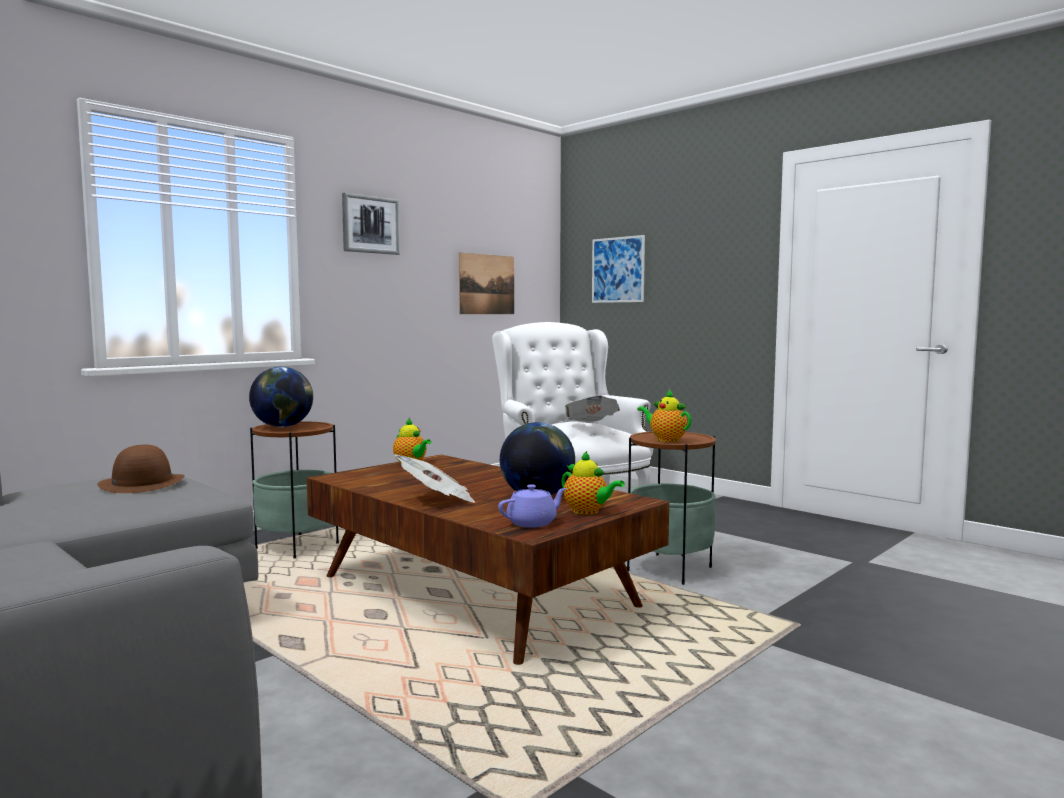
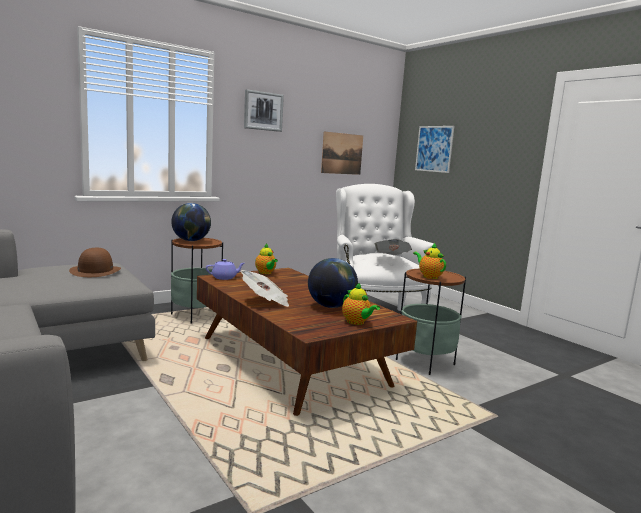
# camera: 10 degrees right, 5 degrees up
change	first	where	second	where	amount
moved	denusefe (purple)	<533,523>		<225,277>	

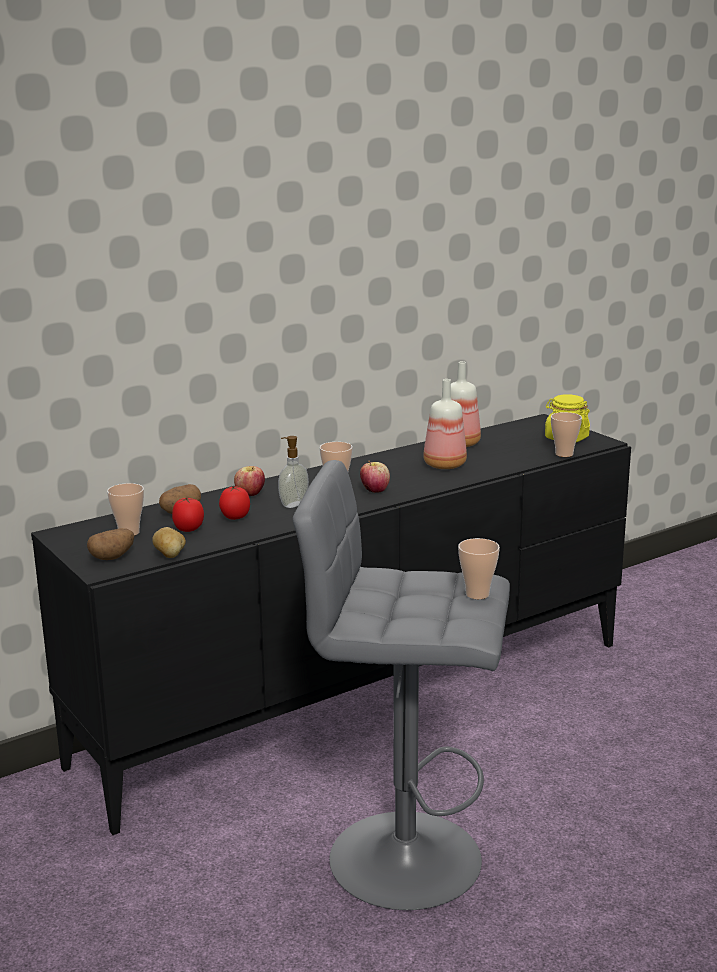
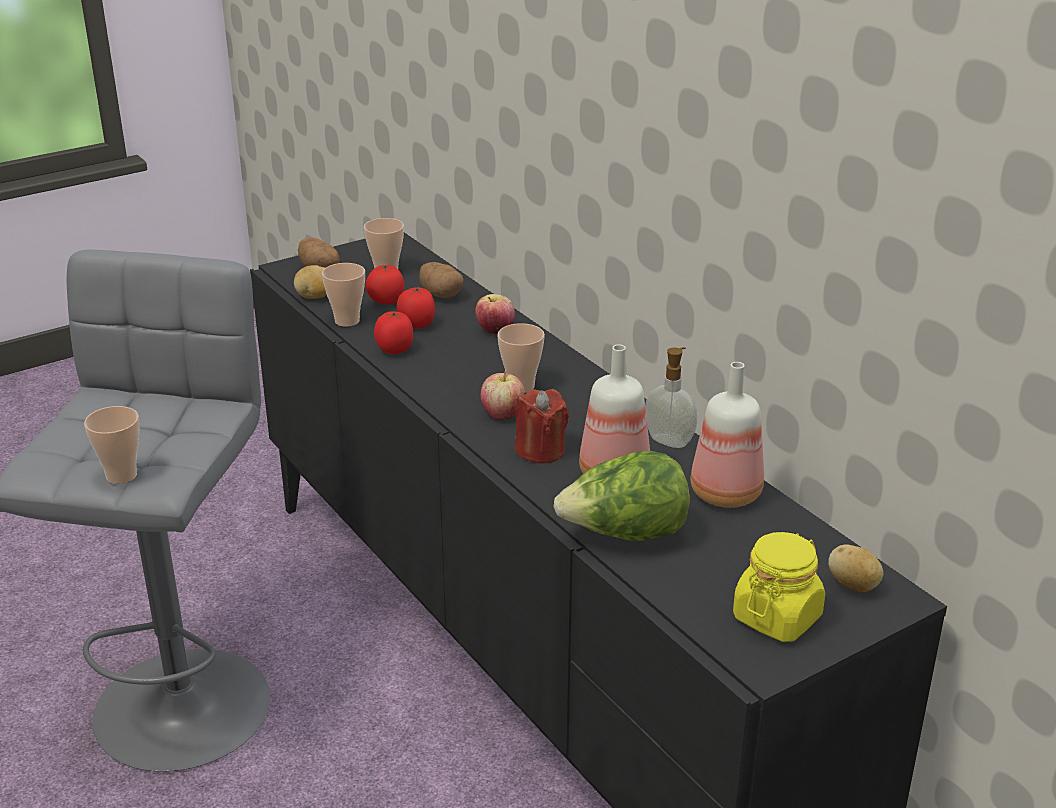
# camera: 90 degrees right, 10 degrees up
change	first	where	second	where	amount
moved	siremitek	<293,504>		<670,440>	
moved	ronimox	<564,454>		<347,321>	
added			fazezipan	<395,350>	
added			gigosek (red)	<540,451>	
added			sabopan	<625,535>	
added			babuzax	<853,585>	

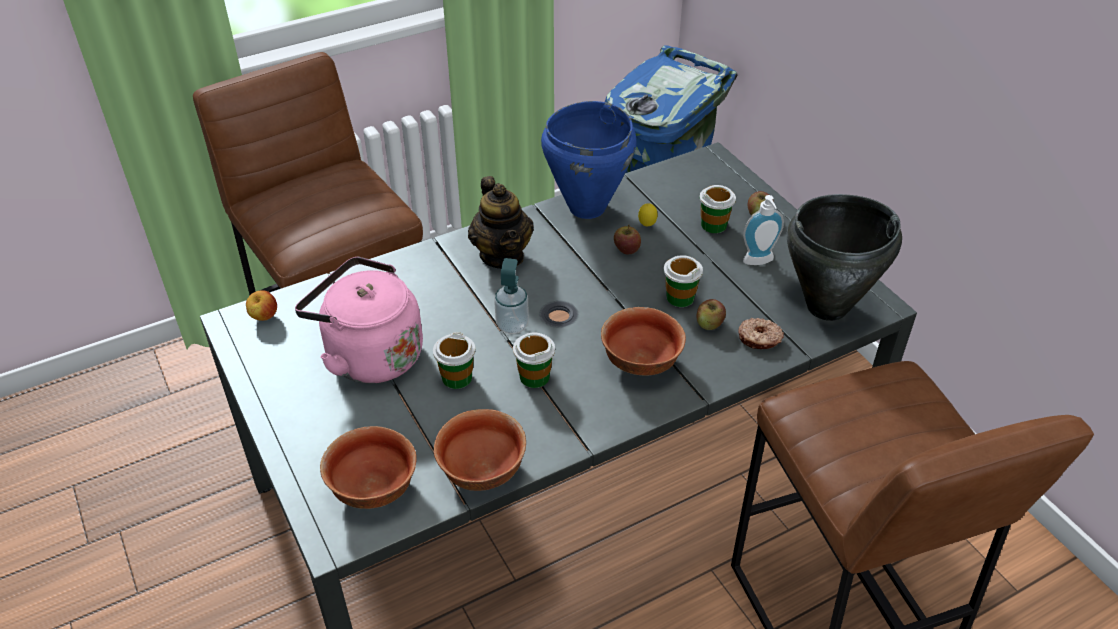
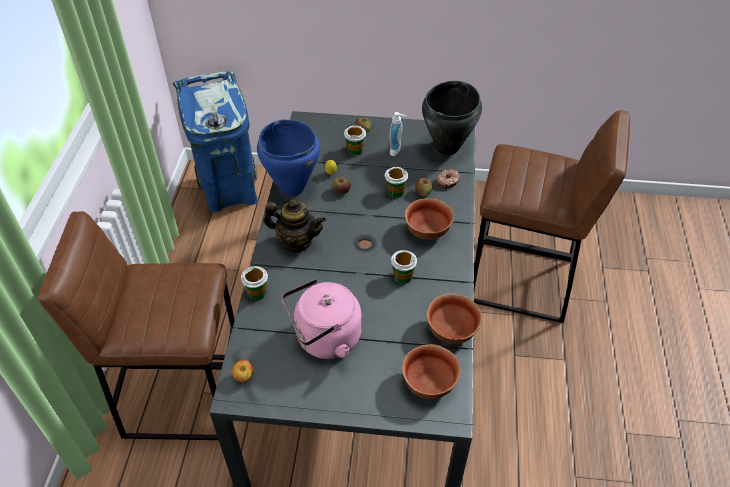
# camera: 55 degrees left, 5 degrees up
change	first	where	second	where	amount
moved	ronimox	<456,378>		<257,292>	
removed	siremitek	<512,325>			

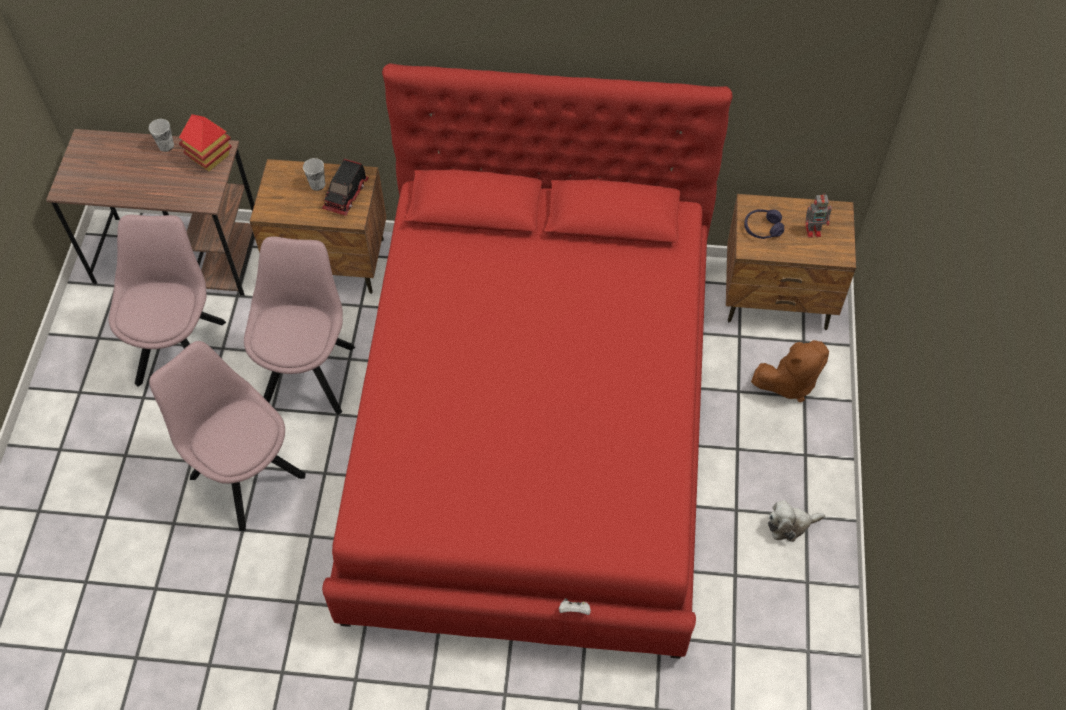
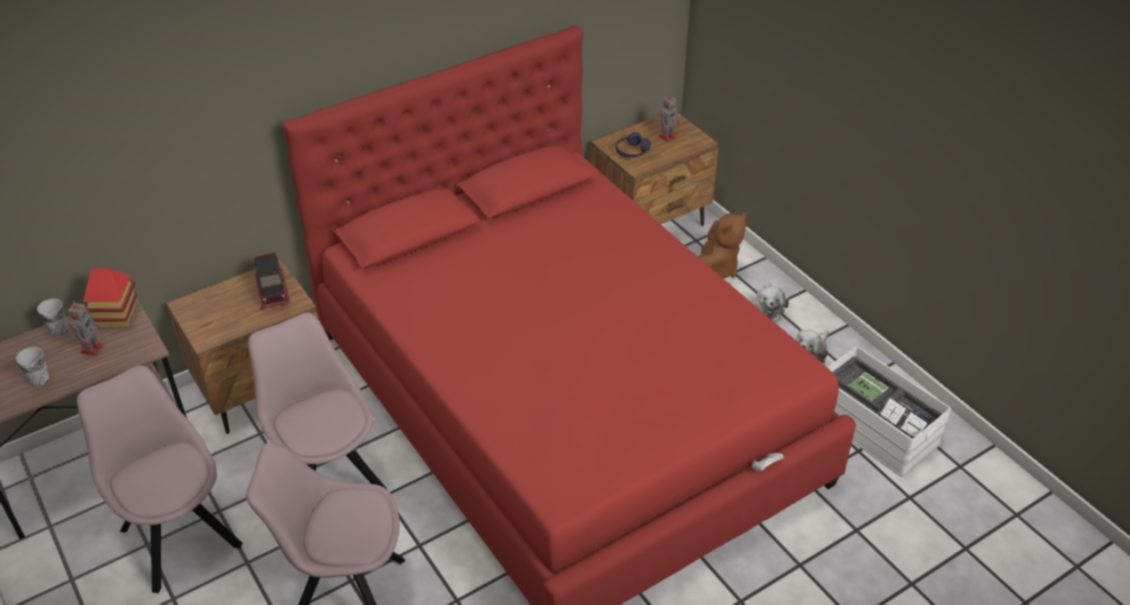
# camera: 40 degrees left, 15 degrees down
change	first	where	second	where	amount
moved	ronimox	<317,184>		<39,379>	
added			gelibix	<92,348>	
added			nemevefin	<768,308>	
added			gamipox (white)	<874,426>	

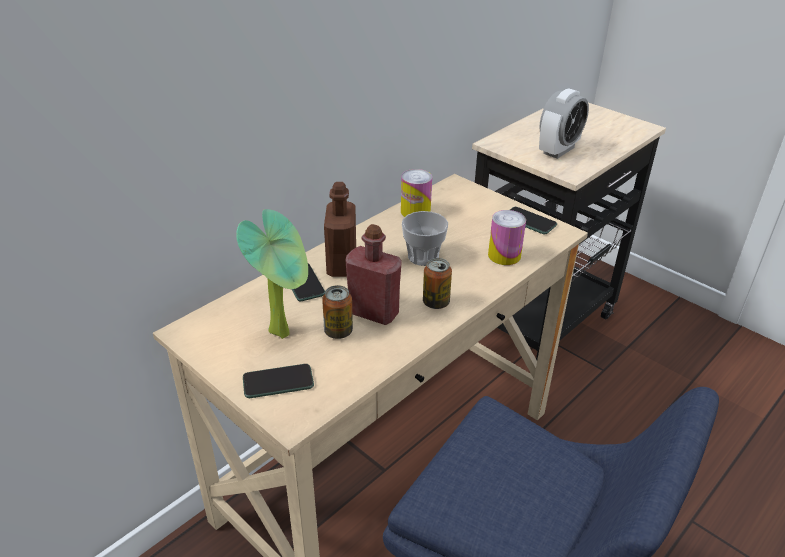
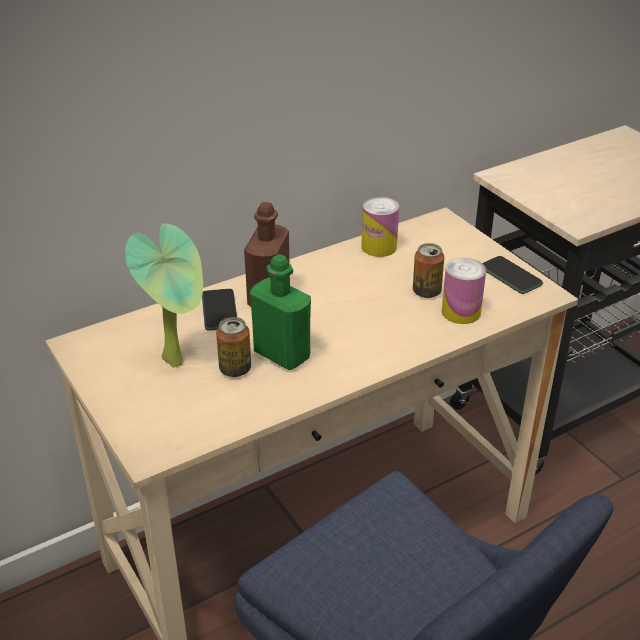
# camera: 15 degrees right, 0 degrees up
change	first	where	second	where	amount
removed	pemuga	<278,382>			
recoloured	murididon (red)	<373,313>	murididon (green)	<282,355>	
removed	ronimox	<423,257>			
moved	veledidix	<436,302>		<426,292>	
removed	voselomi	<558,150>			

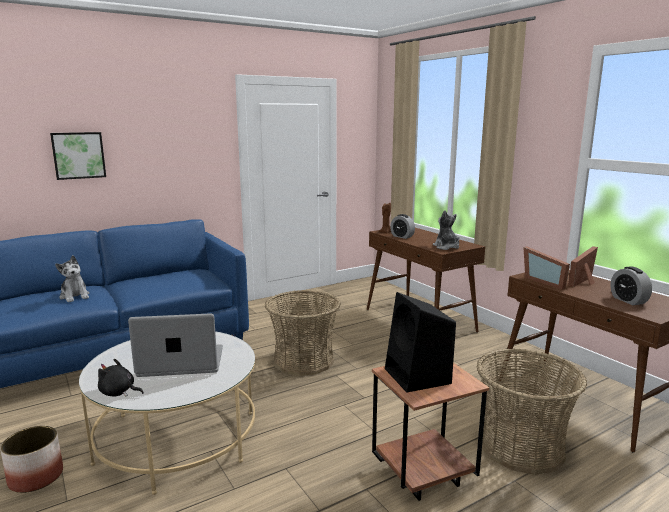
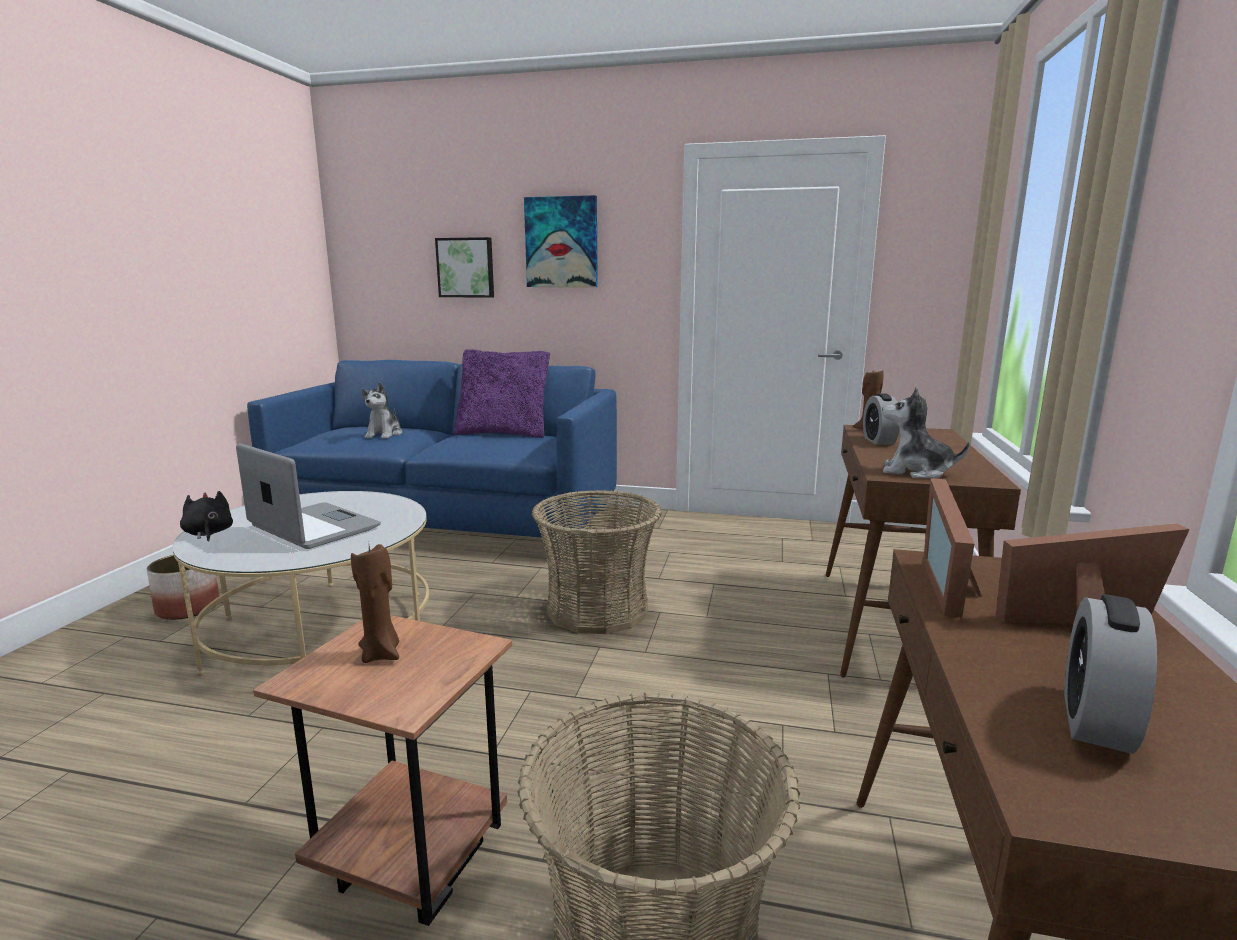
# camera: 45 degrees right, 0 degrees up
change	first	where	second	where	amount
replaced	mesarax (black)	<418,377>	gigosek (brown)	<381,654>	
turned	nemevefin	<446,247>		<915,472>	90 degrees counterclockwise
added			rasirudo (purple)	<504,432>	
added			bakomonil	<562,242>	

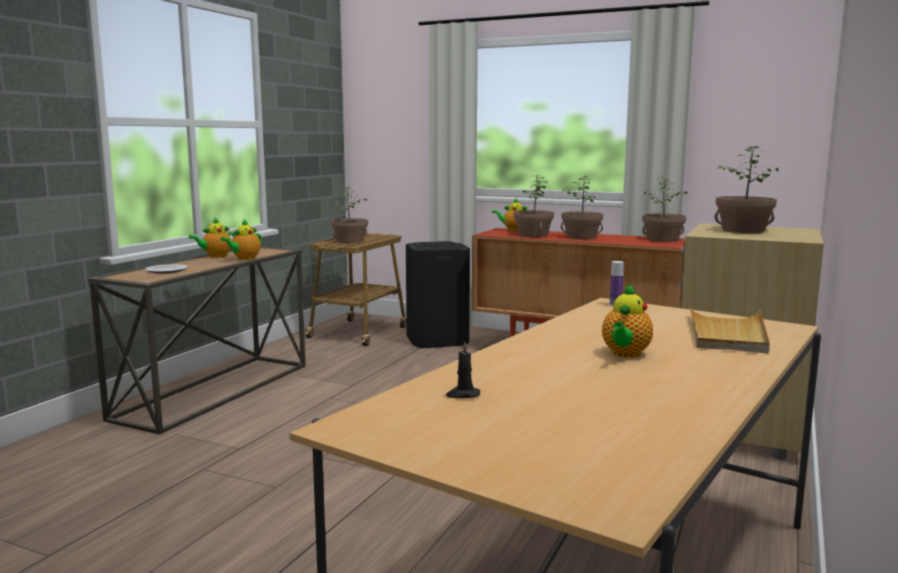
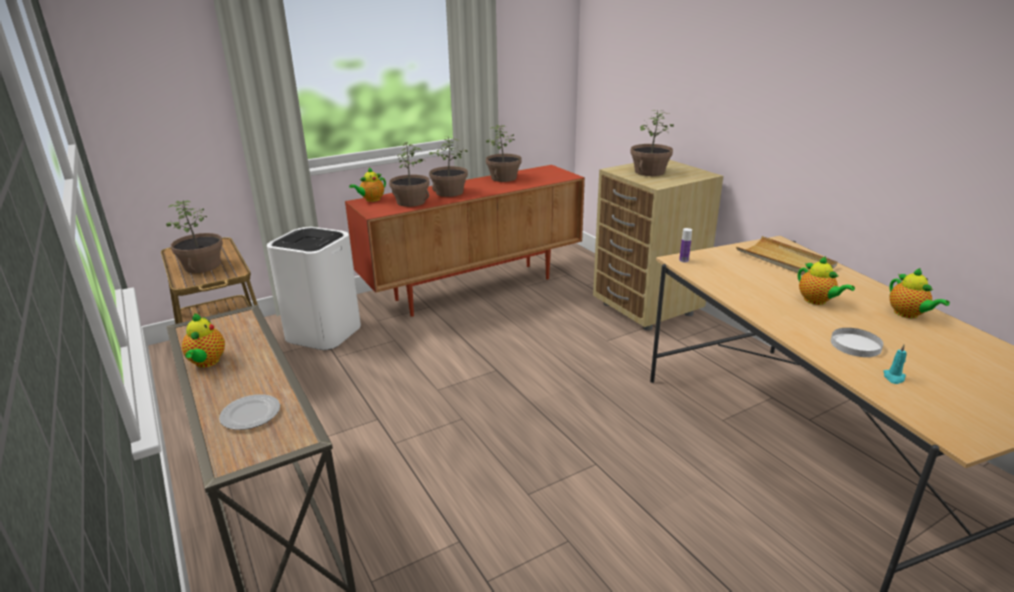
# camera: 55 degrees left, 15 degrees up
change	first	where	second	where	amount
moved	denusefe	<244,258>		<908,314>	
recoloured	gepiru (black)	<437,339>	gepiru (white)	<323,333>	
recoloured	gigosek (black)	<462,395>	gigosek (turquoise)	<894,377>	
added			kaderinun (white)	<856,345>	

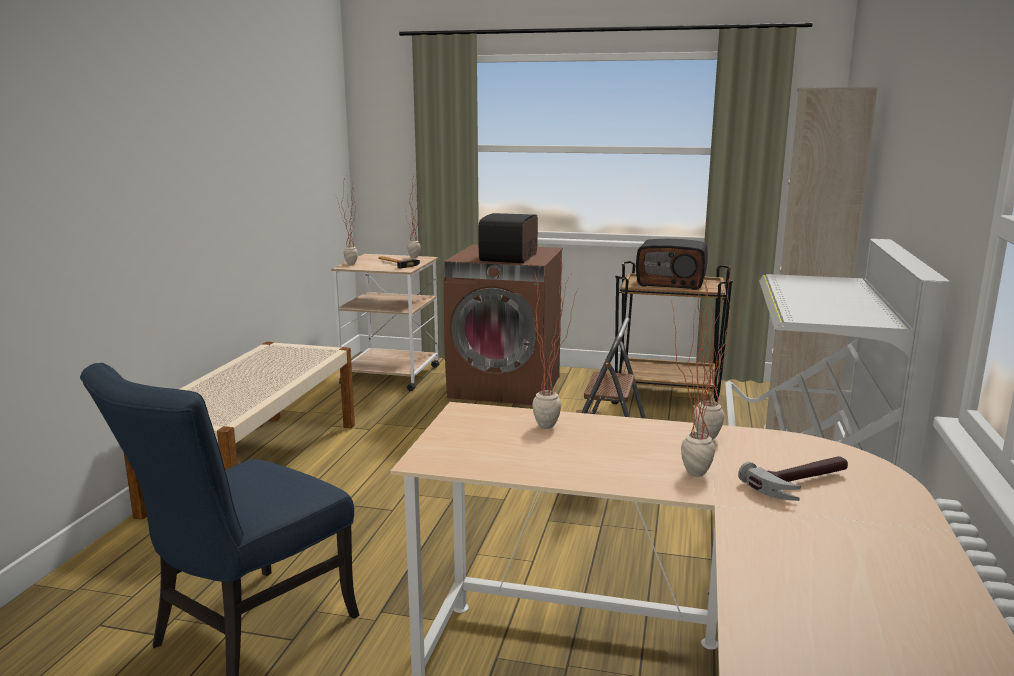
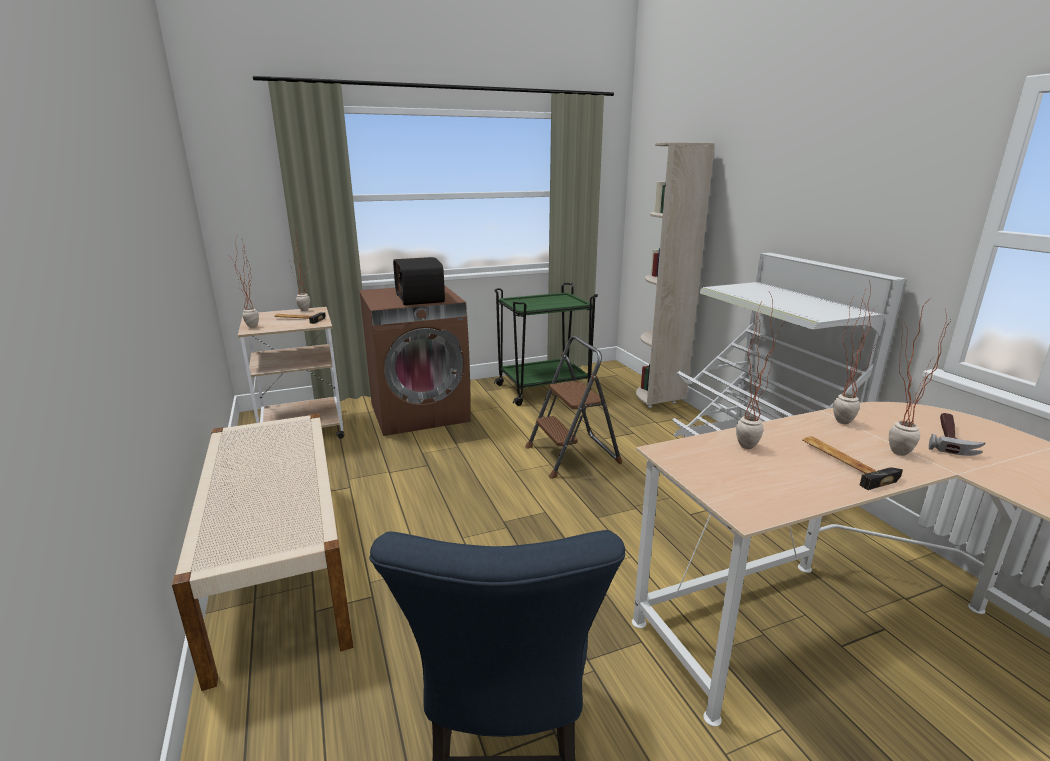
# camera: 35 degrees left, 5 degrees up
change	first	where	second	where	amount
recoloured	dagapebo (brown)	<667,395>	dagapebo (green)	<544,389>	
removed	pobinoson	<671,283>			
added			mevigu	<844,462>	

